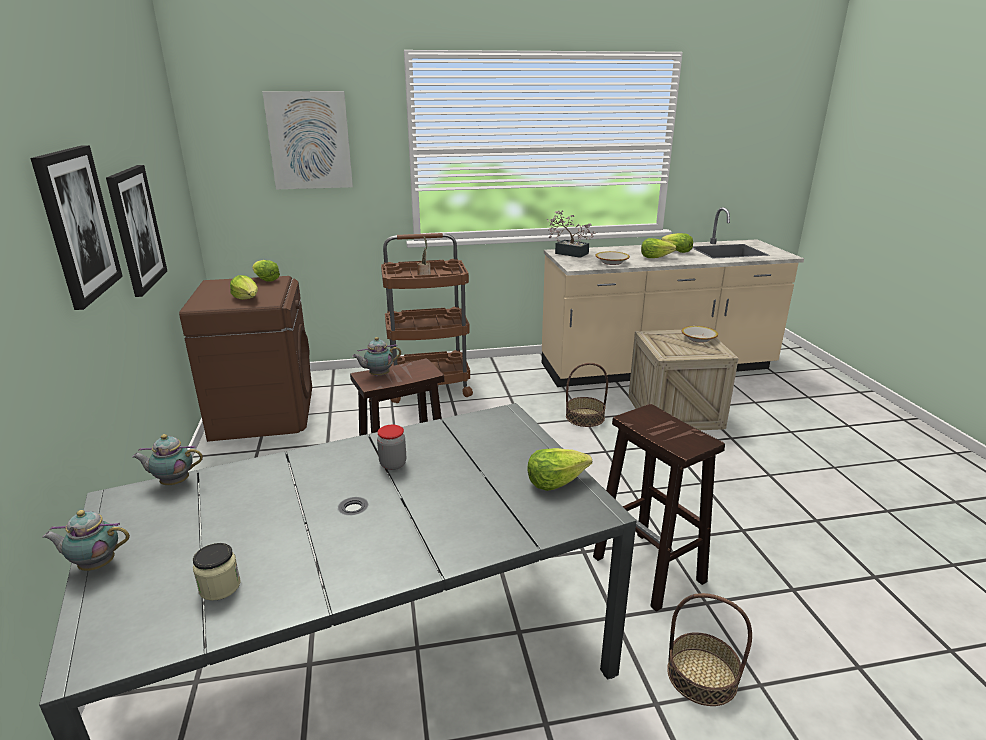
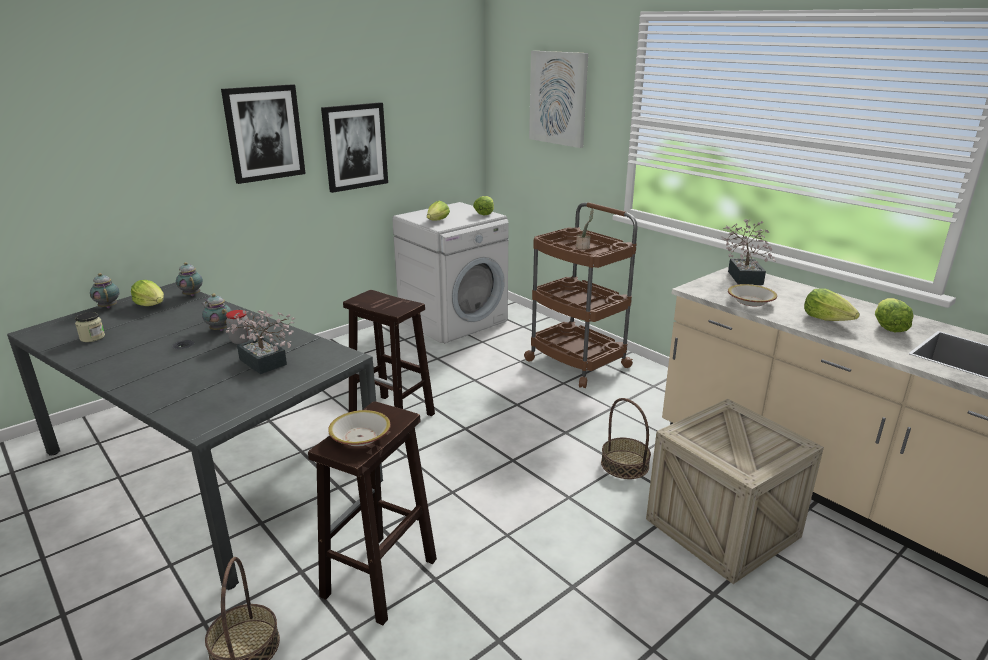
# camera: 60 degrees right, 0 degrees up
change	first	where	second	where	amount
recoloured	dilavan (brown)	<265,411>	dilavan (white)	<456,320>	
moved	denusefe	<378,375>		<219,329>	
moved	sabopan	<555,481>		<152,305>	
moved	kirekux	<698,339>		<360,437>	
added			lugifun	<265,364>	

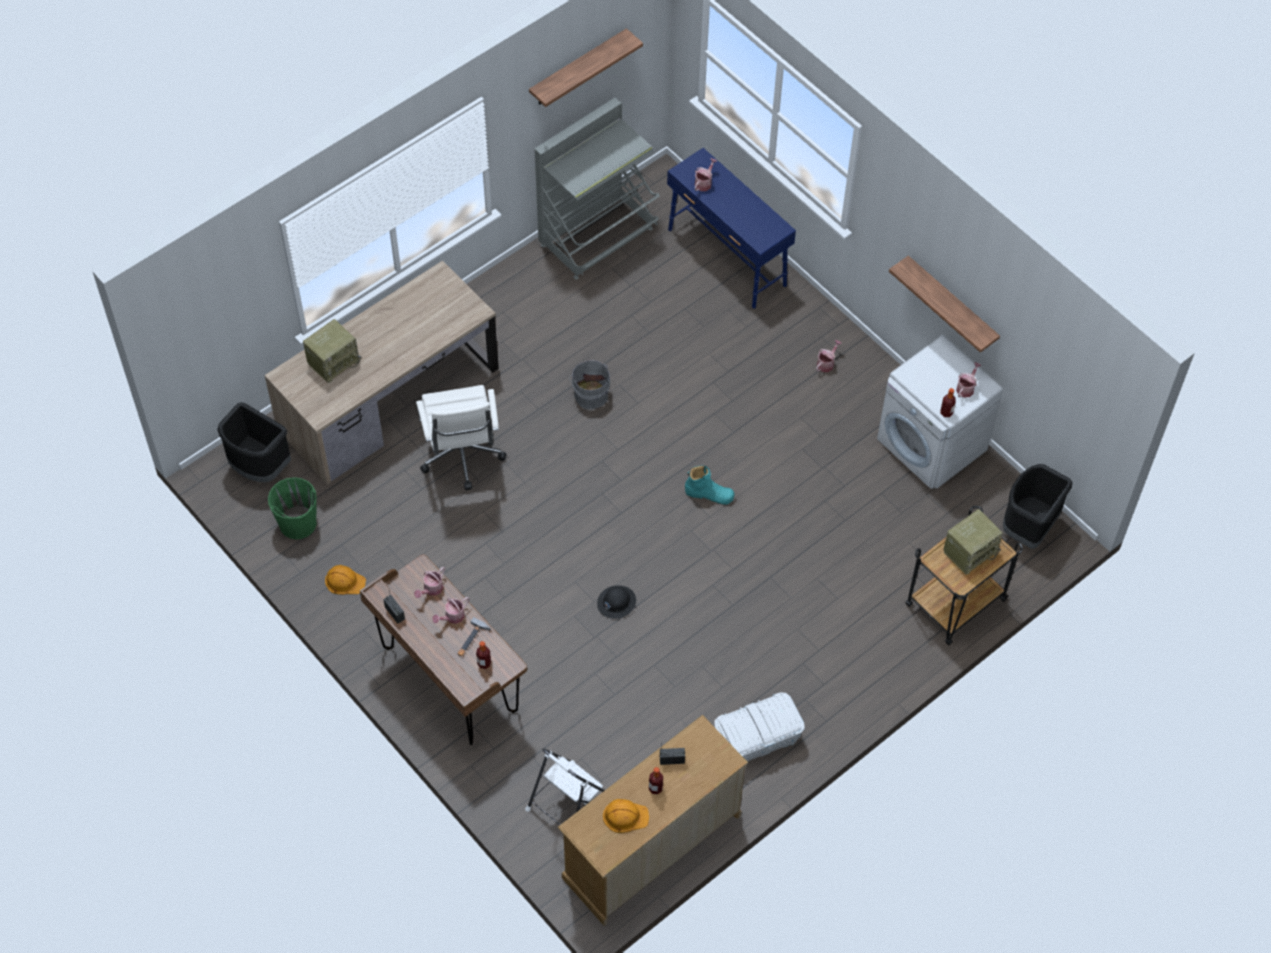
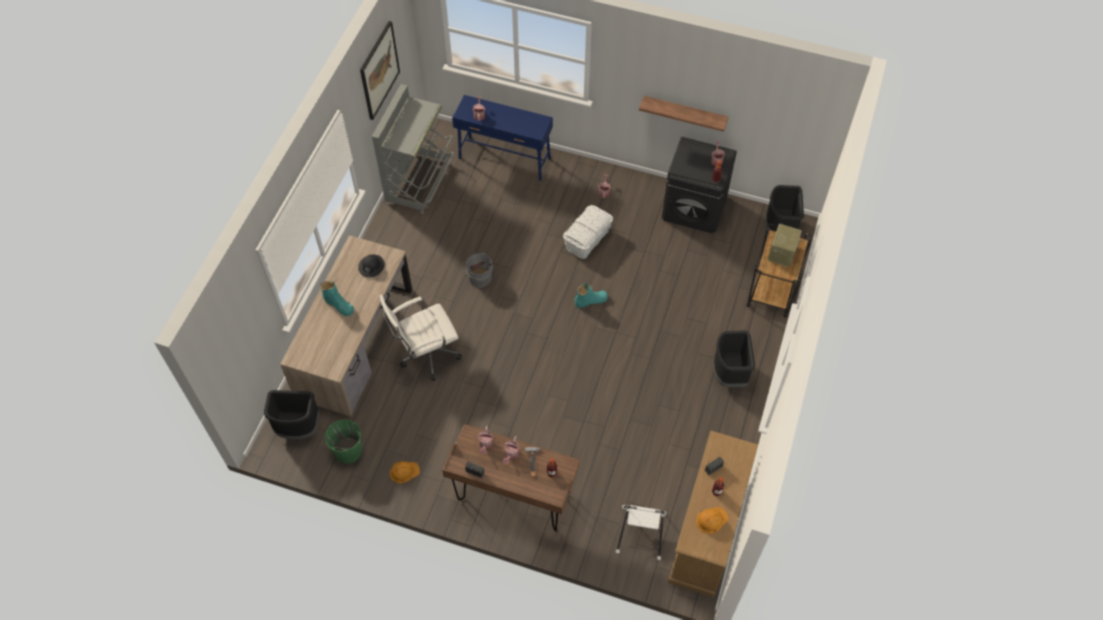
# camera: 30 degrees left, 0 degrees up
change	first	where	second	where	amount
removed	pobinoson	<333,361>			
turned	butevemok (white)	<462,458>		<427,355>	105 degrees clockwise
replaced	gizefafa	<578,68>	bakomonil	<379,70>	
moved	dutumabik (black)	<616,602>		<371,266>	
moved	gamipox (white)	<757,738>		<587,239>	
recoloured	dilavan (white)	<930,445>	dilavan (black)	<694,209>	
added			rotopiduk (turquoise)	<339,305>	
added			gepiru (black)	<729,374>	

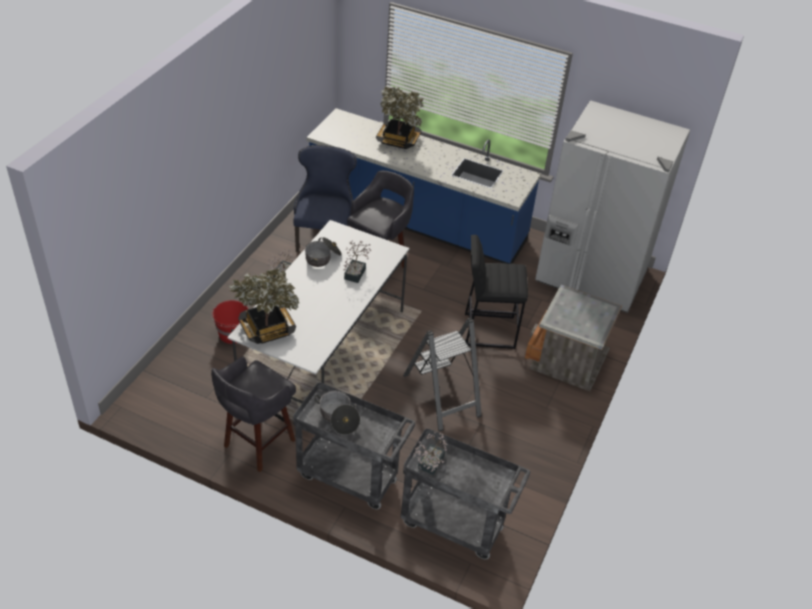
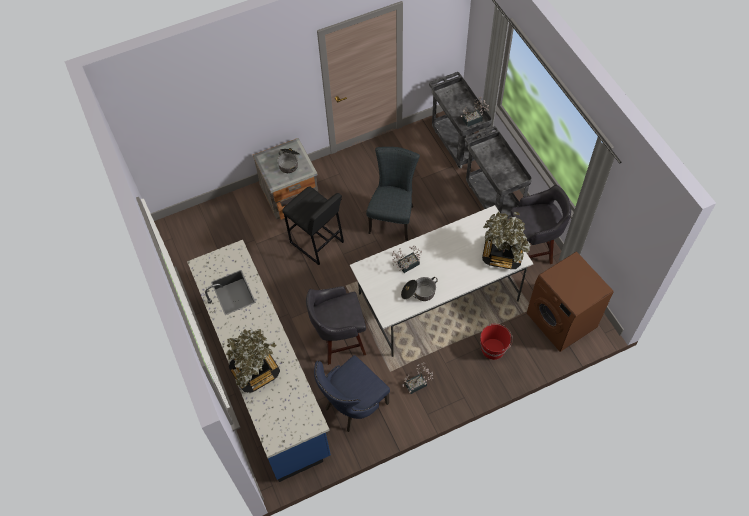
# camera: 135 degrees left, 15 degrees up
change	first	where	second	where	amount
moved	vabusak	<338,417>		<289,163>	
replaced	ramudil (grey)	<442,396>	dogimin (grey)	<393,217>	
removed	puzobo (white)	<591,277>			
added			dilavan (brown)	<560,320>	

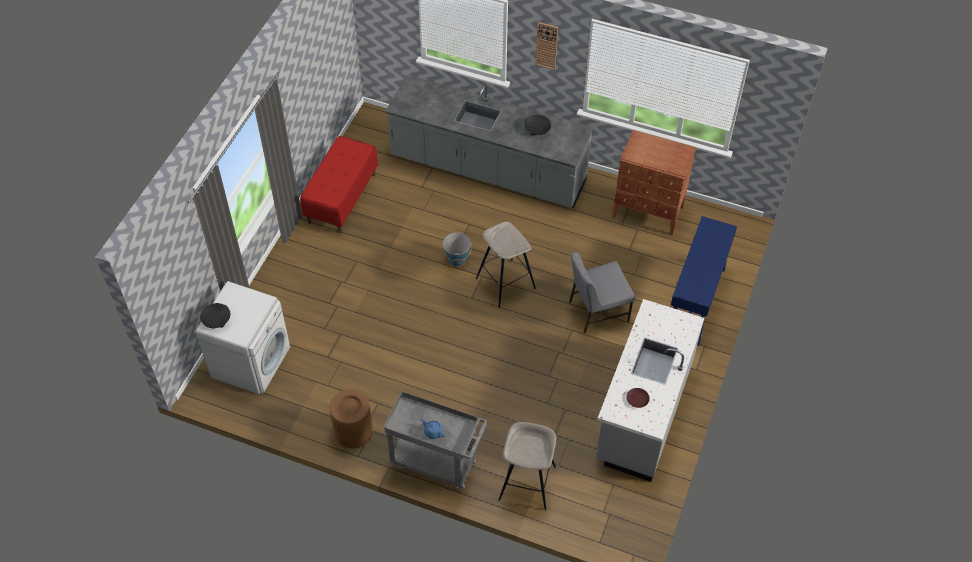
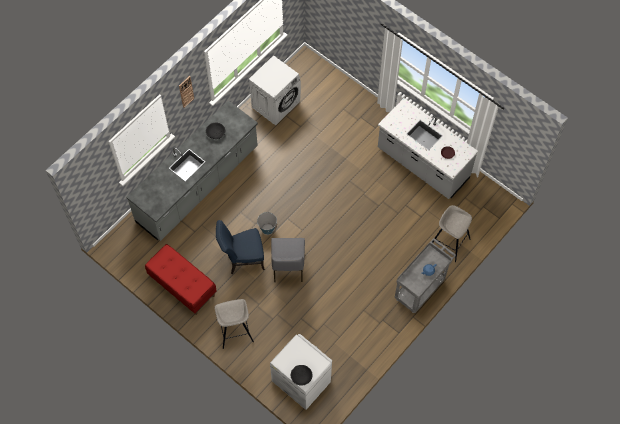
# camera: 70 degrees left, 10 degrees up
change	first	where	second	where	amount
removed	gepiru (brown)	<353,431>			
moved	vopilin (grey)	<505,283>		<234,331>	
moved	dogimin (grey)	<597,311>		<288,267>	
replaced	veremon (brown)	<648,213>	dilavan (white)	<276,105>	
removed	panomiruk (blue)	<694,302>			
added			dogimin (blue)	<242,259>	

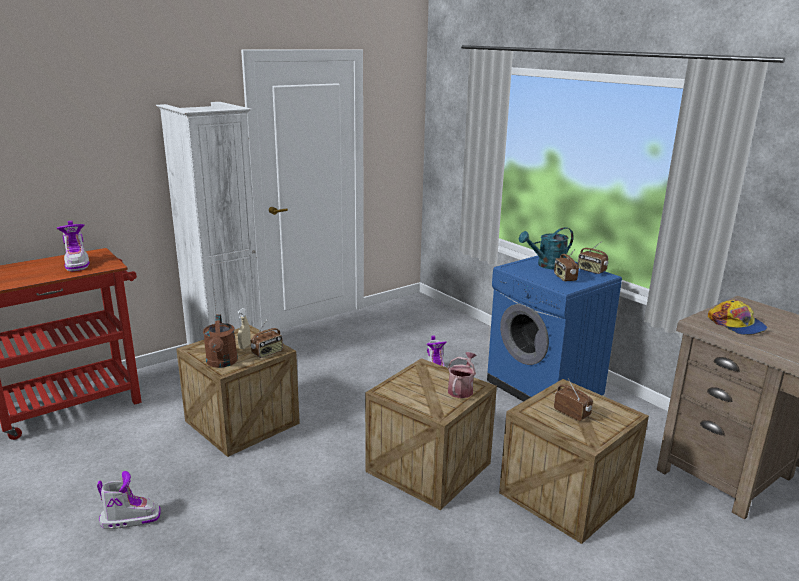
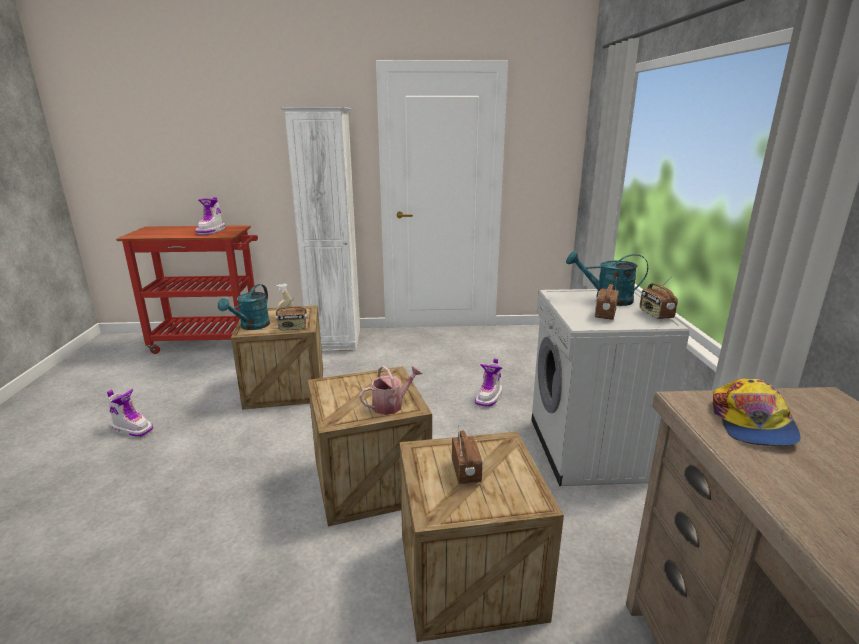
# camera: 35 degrees right, 0 degrees up
change	first	where	second	where	amount
recoloured	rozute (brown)	<222,363>	rozute (turquoise)	<251,326>	
recoloured	dilavan (blue)	<543,388>	dilavan (white)	<586,450>	

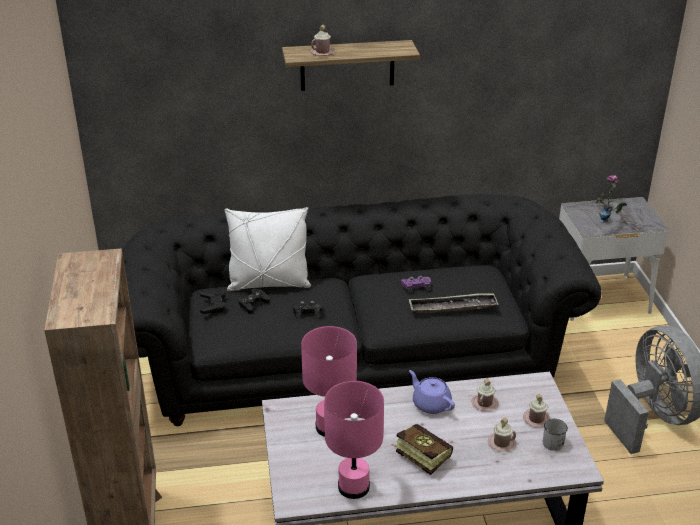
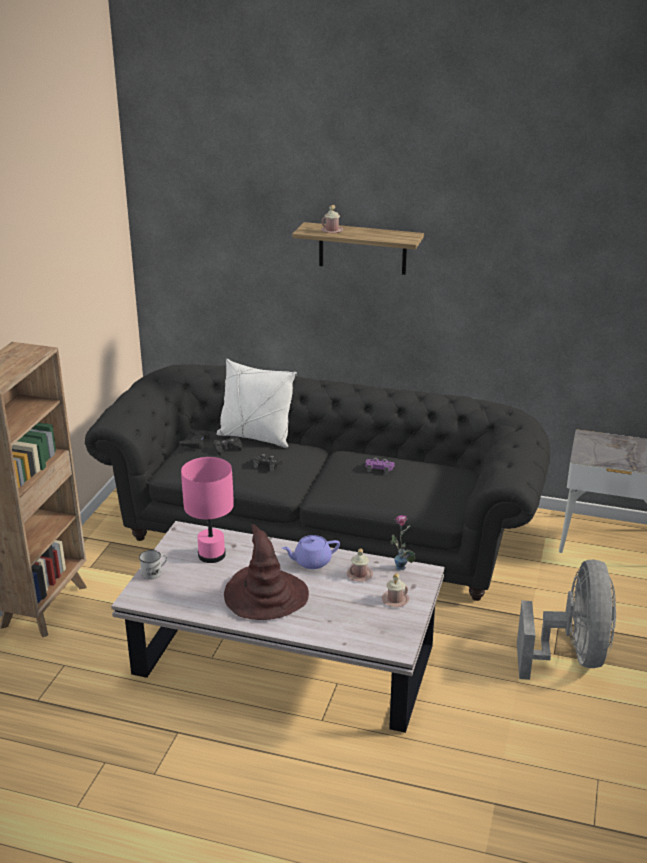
# camera: 25 degrees right, 5 degrees down
change	first	where	second	where	amount
removed	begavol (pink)	<353,487>			
replaced	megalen	<418,455>	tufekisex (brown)	<265,596>	
removed	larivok	<452,307>			
turned	denusefe (purple)	<430,404>		<311,561>	90 degrees counterclockwise
removed	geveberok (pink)	<501,443>			
moved	geveberok (white)	<554,441>		<154,572>	
moved	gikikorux	<607,223>		<401,572>	

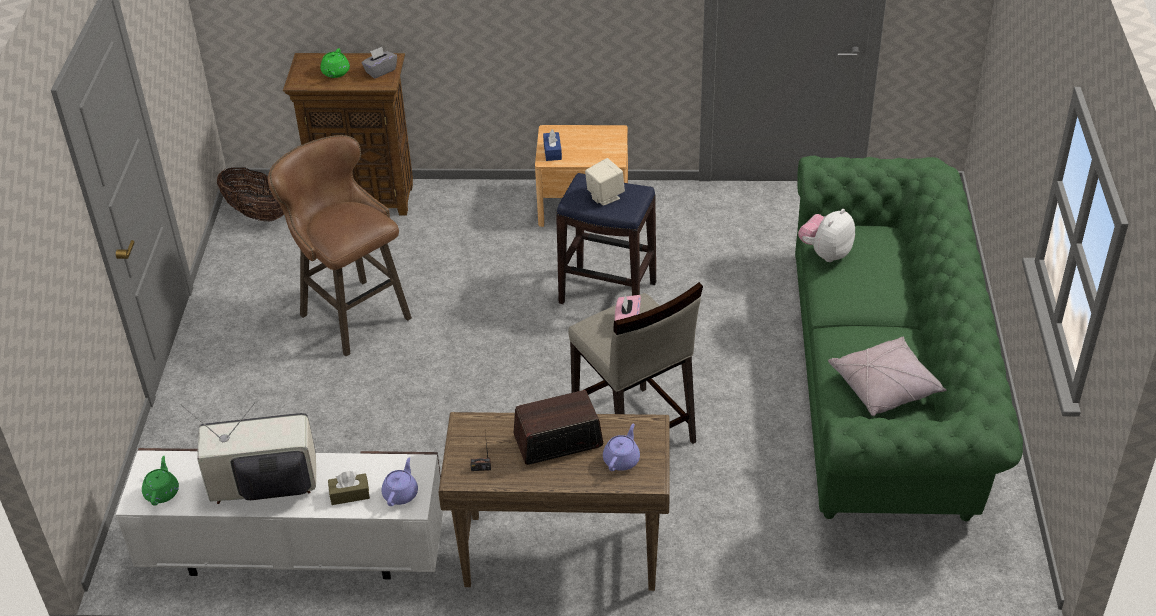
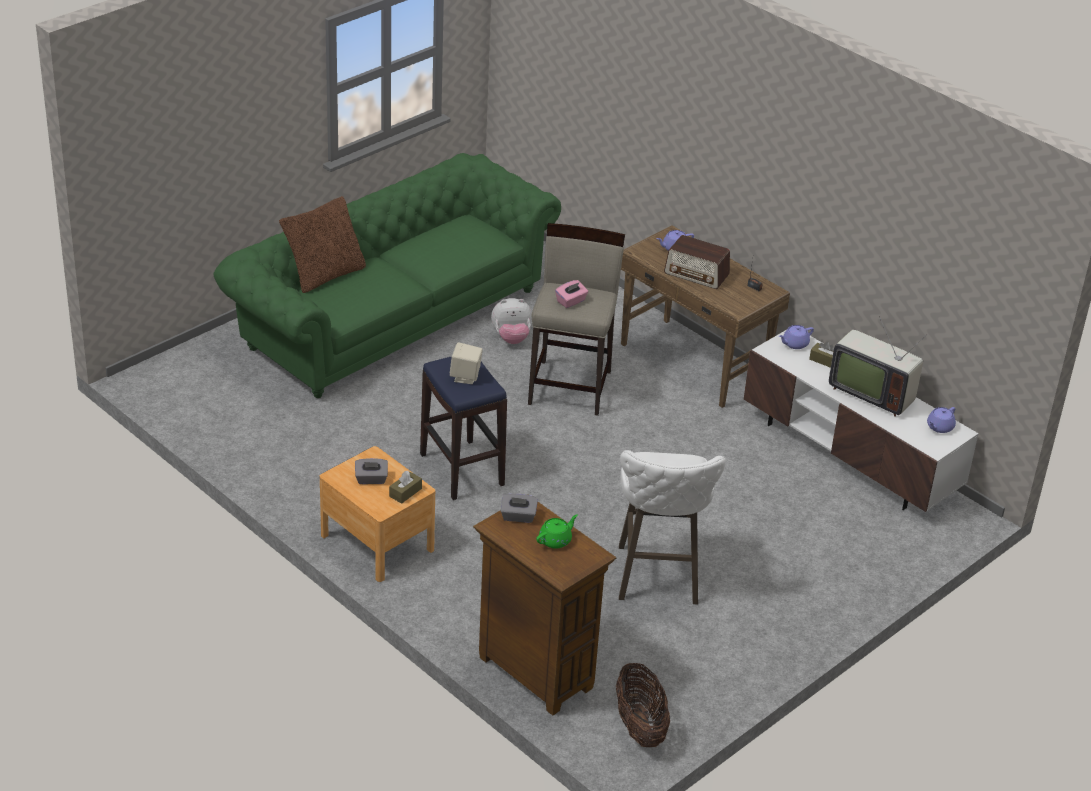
# camera: 140 degrees left, 5 degrees down
change	first	where	second	where	amount
recoloured	denusefe (green)	<162,492>	denusefe (purple)	<939,427>	
recoloured	vopilin (brown)	<352,314>	vopilin (white)	<658,578>	
recoloured	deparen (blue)	<552,151>	deparen (brown)	<405,492>	
moved	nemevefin	<825,253>		<511,338>	
removed	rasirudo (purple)	<885,386>			
added			rasirudo (brown)	<325,273>	
added			deparen (grey)	<371,479>	

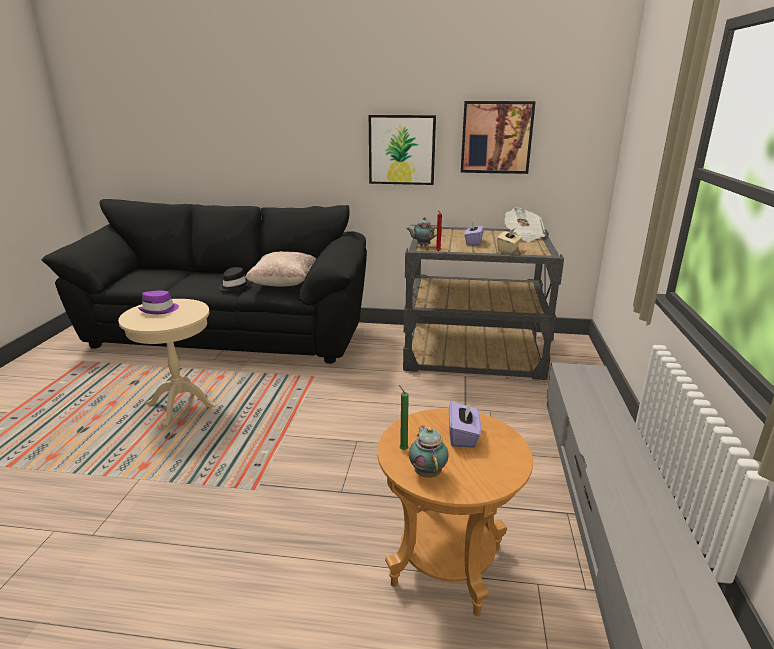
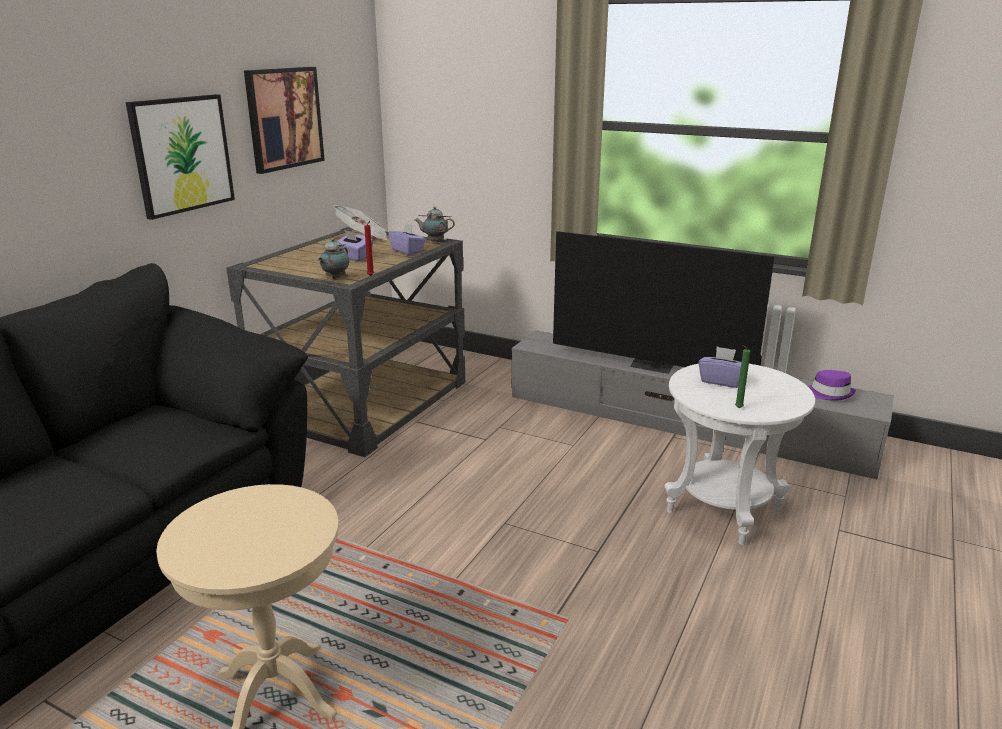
# camera: 70 degrees left, 0 degrees up
change	first	where	second	where	amount
moved	tufekisex (purple)	<160,310>		<829,393>	
removed	tufekisex (black)	<233,285>			
removed	rasirudo (beige)	<283,284>			
recoloured	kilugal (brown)	<446,566>	kilugal (white)	<724,510>	
moved	denusefe	<427,472>		<434,241>	
recoloured	deparen (beige)	<508,250>	deparen (purple)	<407,251>	
added			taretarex	<653,365>	

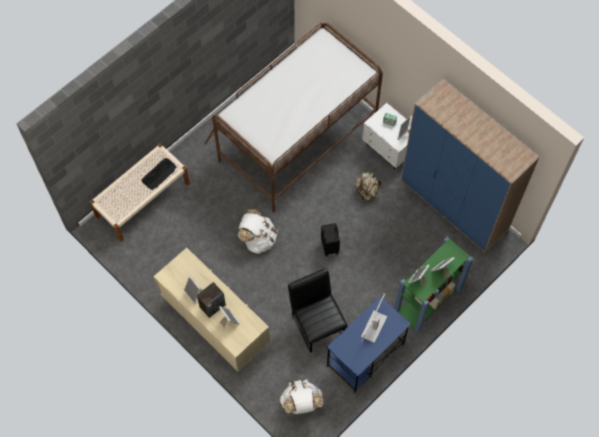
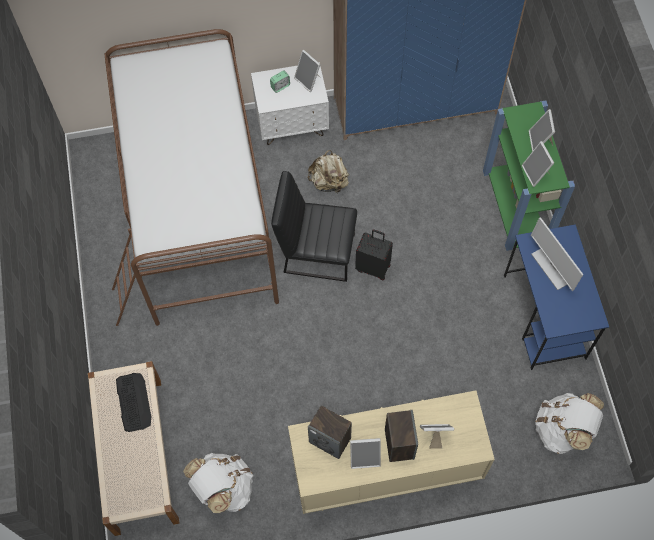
# camera: 55 degrees left, 0 degrees up
change	first	where	second	where	amount
moved	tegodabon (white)	<258,239>		<223,488>	
moved	dogimin (black)	<317,324>		<316,252>	
added			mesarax	<330,440>	

